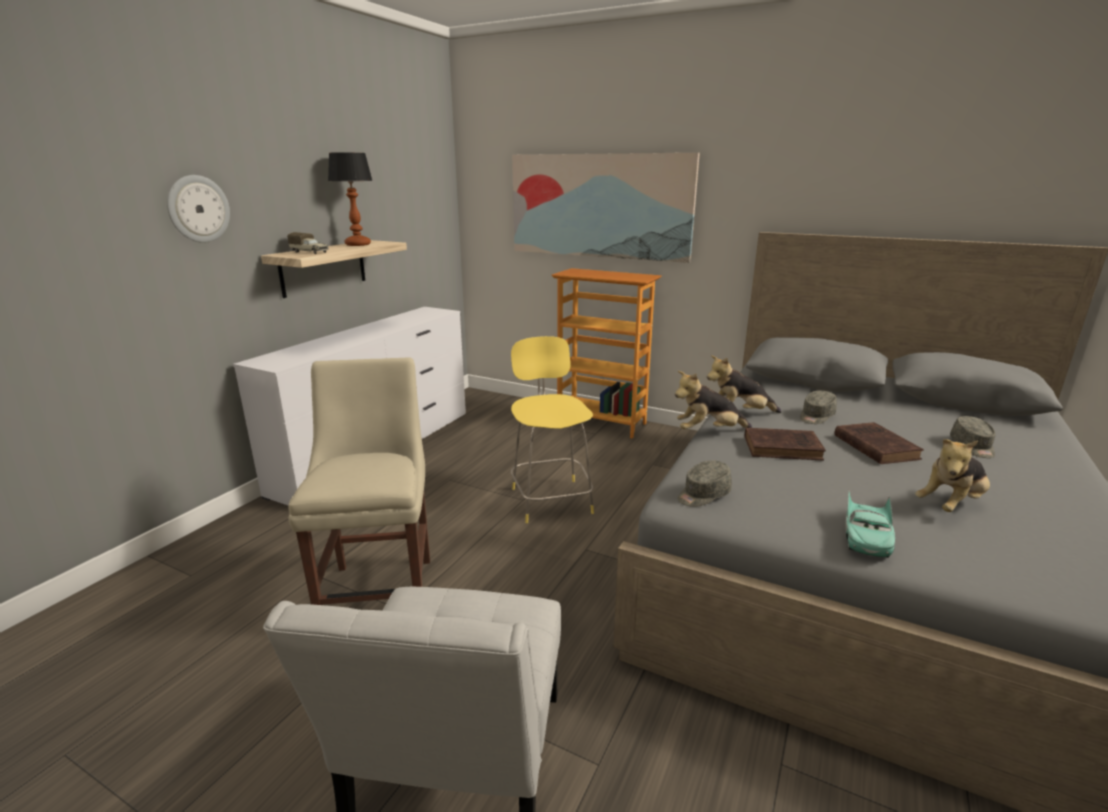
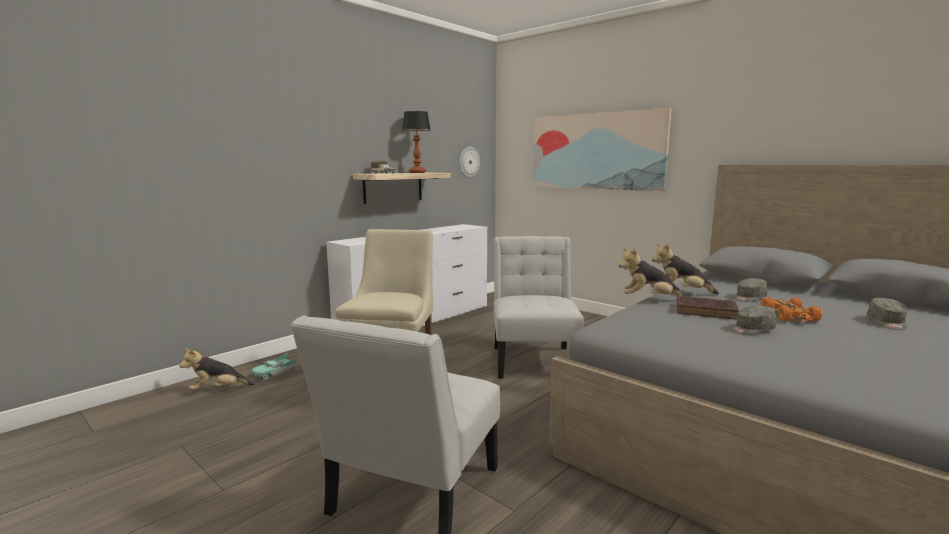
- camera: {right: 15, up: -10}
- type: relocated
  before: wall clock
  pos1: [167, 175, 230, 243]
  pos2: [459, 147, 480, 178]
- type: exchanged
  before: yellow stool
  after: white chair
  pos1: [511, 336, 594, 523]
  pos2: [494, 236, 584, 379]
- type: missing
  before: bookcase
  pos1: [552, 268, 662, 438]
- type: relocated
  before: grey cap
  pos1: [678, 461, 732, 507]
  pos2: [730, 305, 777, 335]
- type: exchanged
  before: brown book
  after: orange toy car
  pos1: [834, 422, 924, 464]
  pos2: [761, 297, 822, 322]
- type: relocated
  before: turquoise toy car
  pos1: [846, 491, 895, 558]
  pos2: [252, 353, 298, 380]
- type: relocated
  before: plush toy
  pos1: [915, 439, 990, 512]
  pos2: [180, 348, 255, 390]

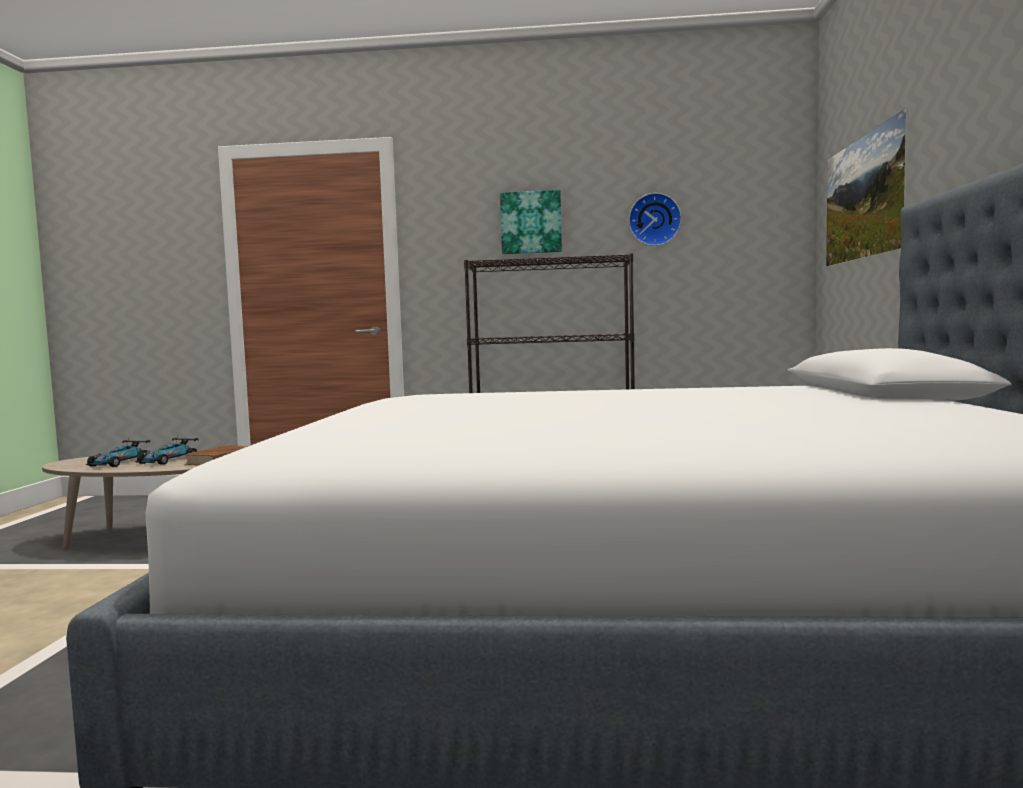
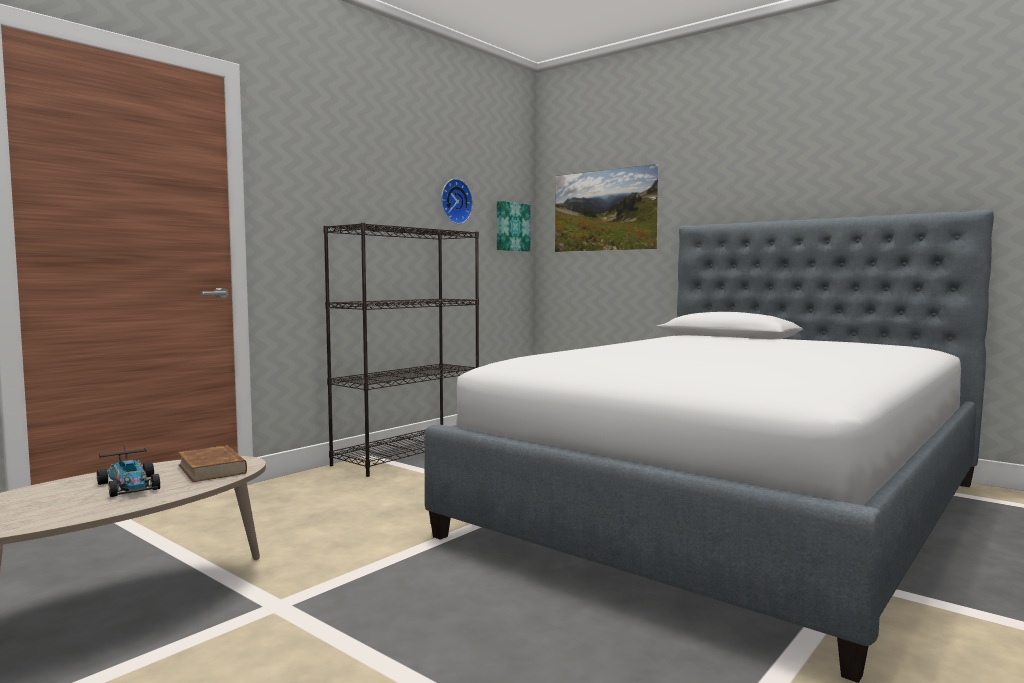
- camera: {right: -55, up: 0}
- type: missing
  before: toy car
  pos1: [86, 435, 150, 467]
- type: relocated
  before: picture
  pos1: [500, 190, 562, 254]
  pos2: [497, 201, 530, 252]

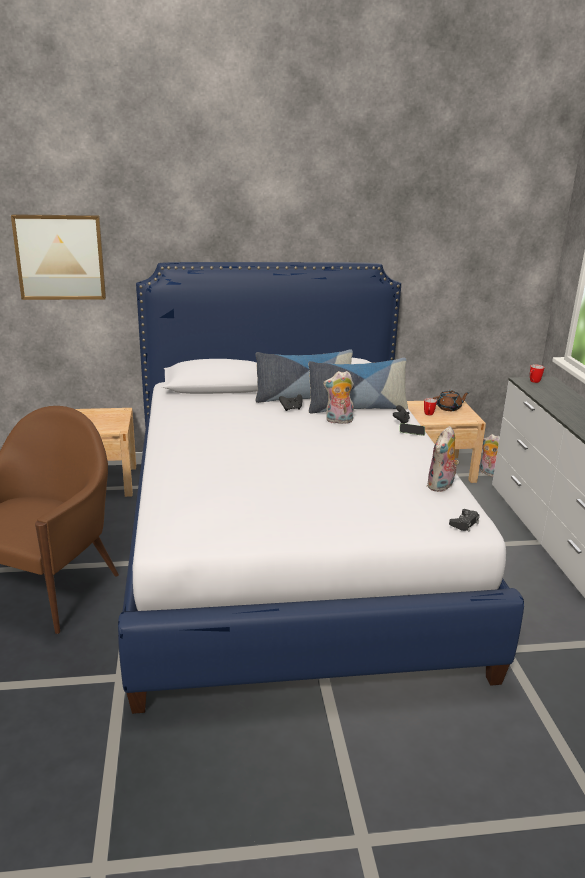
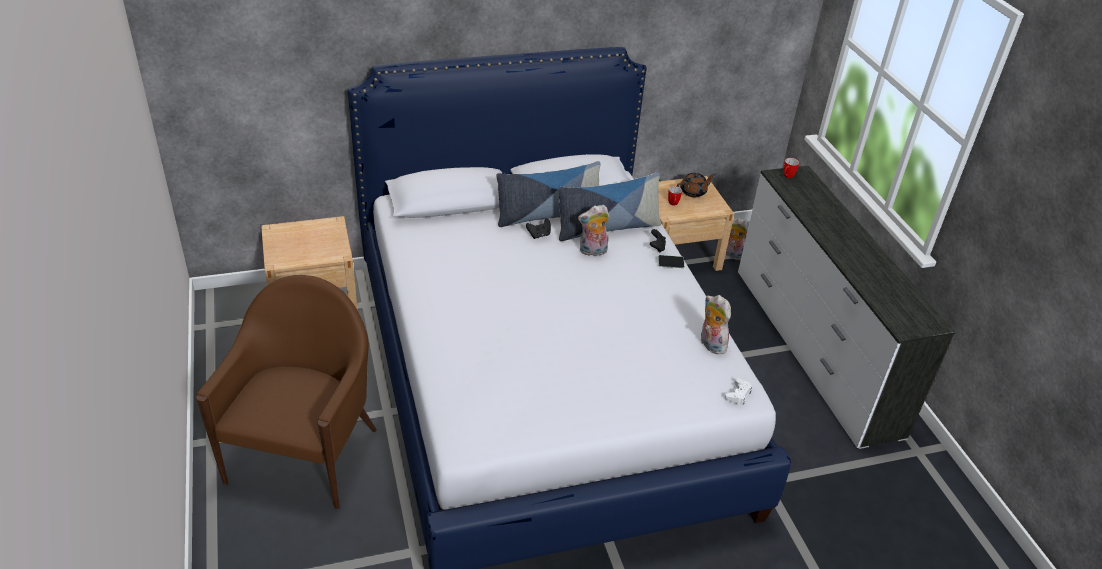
- camera: {right: -10, up: 15}
- type: missing
  before: picture
  pos1: [11, 214, 106, 300]
- type: spun
  before: plush toy
  pos1: [427, 426, 459, 492]
  pos2: [701, 295, 731, 354]
  turn: 120
- type: colour
  before: black game controller
  after: white game controller
  pos1: [449, 509, 480, 532]
  pos2: [725, 378, 752, 405]

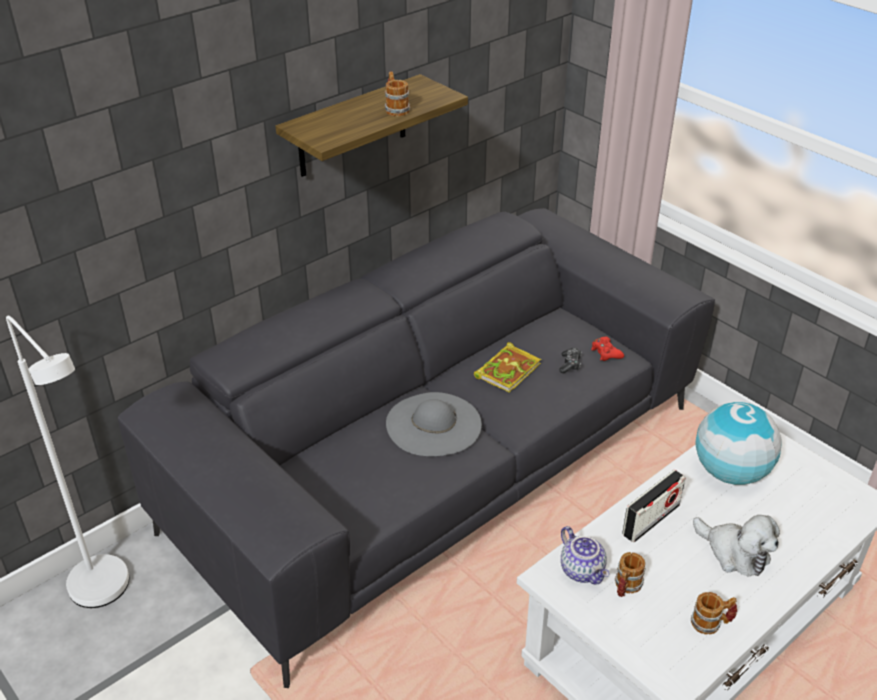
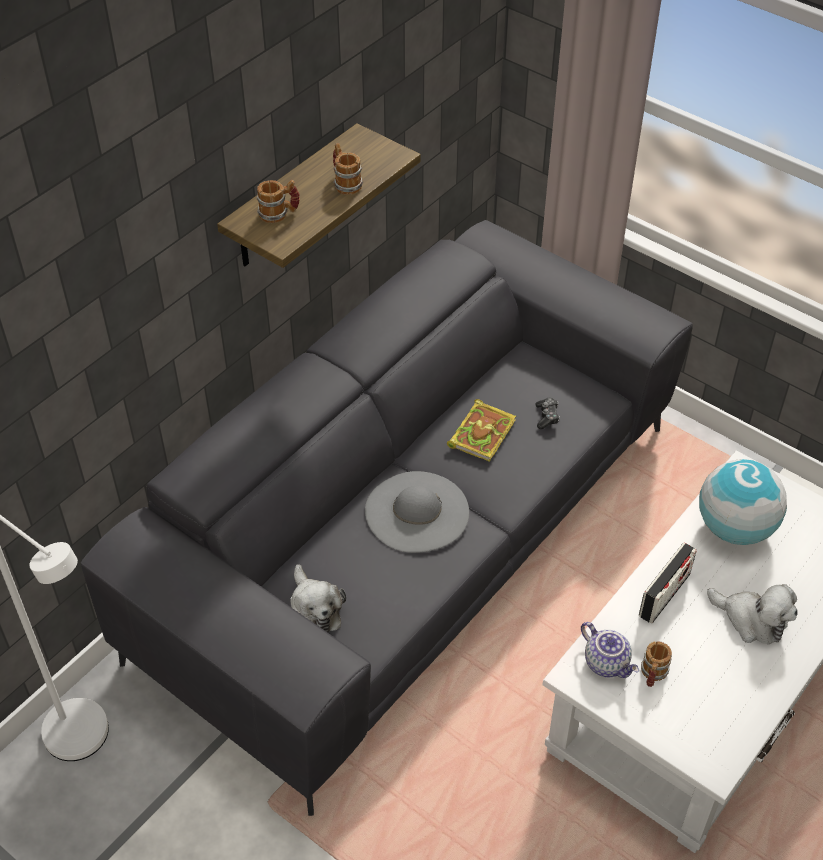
- camera: {right: -10, up: 10}
- type: missing
  before: red game controller
  pos1: [591, 337, 624, 361]
- type: relocated
  before: mug
  pos1: [691, 592, 737, 635]
  pos2: [256, 180, 300, 223]
- type: appeared
  after: plush toy
  pos2: [290, 564, 346, 633]

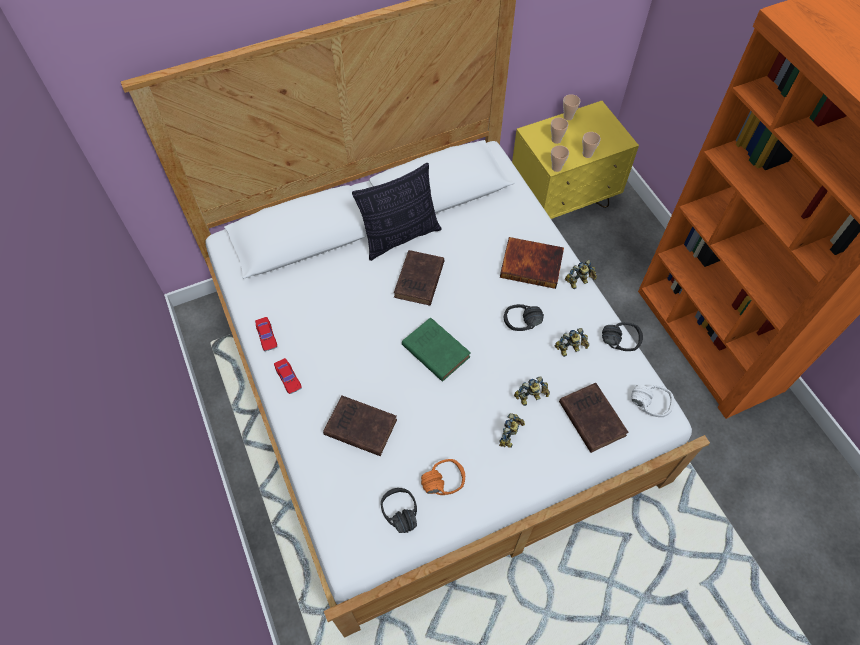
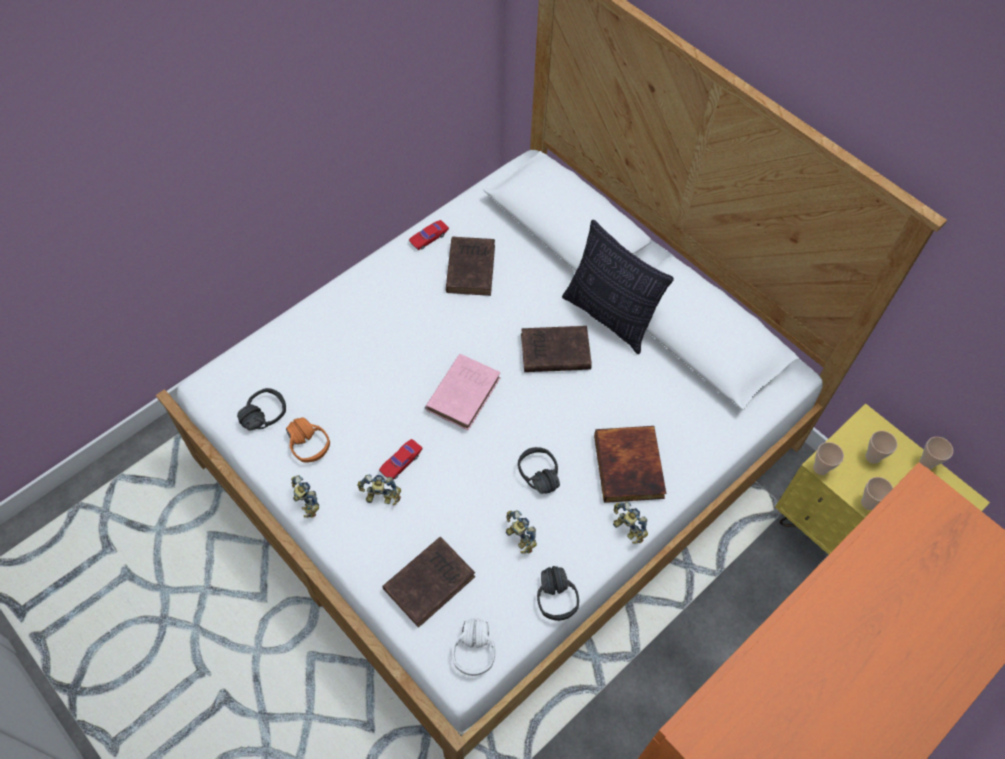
- camera: {right: 70, up: 0}
- type: relocated
  before: red toy car
  pos1: [274, 358, 302, 394]
  pos2: [379, 439, 422, 479]
- type: relocated
  before: brown book
  pos1: [323, 396, 397, 456]
  pos2: [446, 237, 495, 296]
- type: colour
  before: green book
  after: pink book
  pos1: [402, 317, 471, 382]
  pos2: [425, 354, 501, 430]
- type: relocated
  before: toy robot
  pos1: [514, 376, 550, 406]
  pos2: [291, 475, 319, 518]

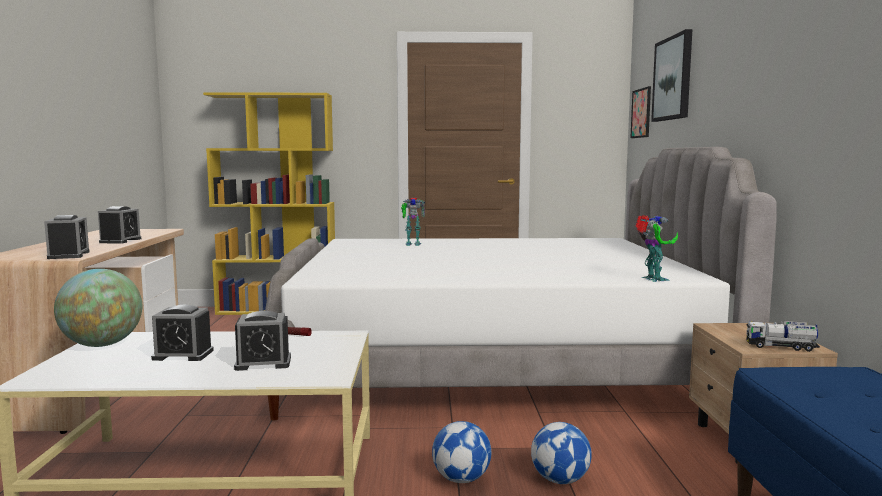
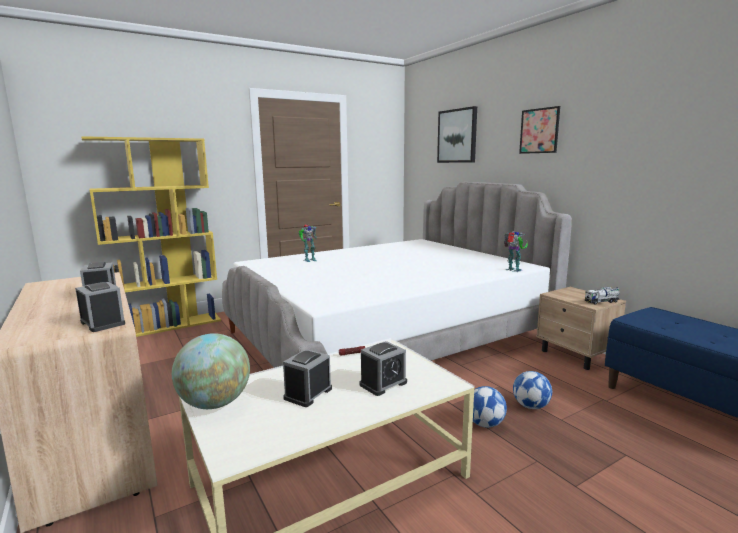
- camera: {right: -30, up: 5}
- type: spun
  before: alarm clock
  pos1: [151, 305, 214, 361]
  pos2: [283, 349, 332, 407]
  turn: 150
- type: relocated
  before: picture
  pos1: [630, 86, 651, 138]
  pos2: [519, 106, 560, 154]

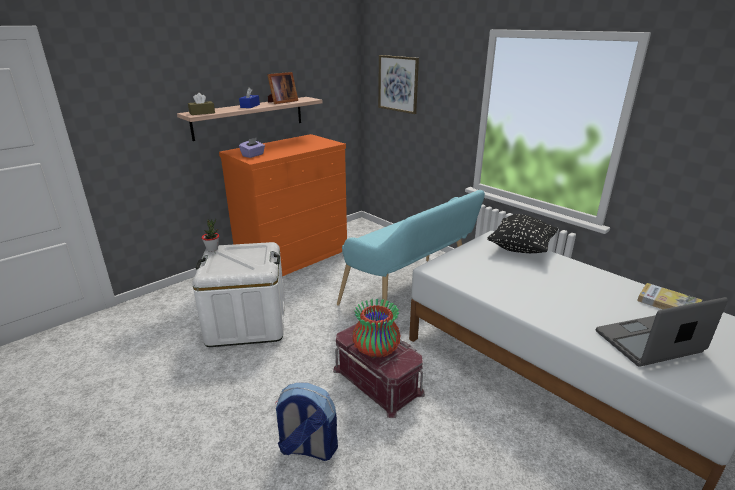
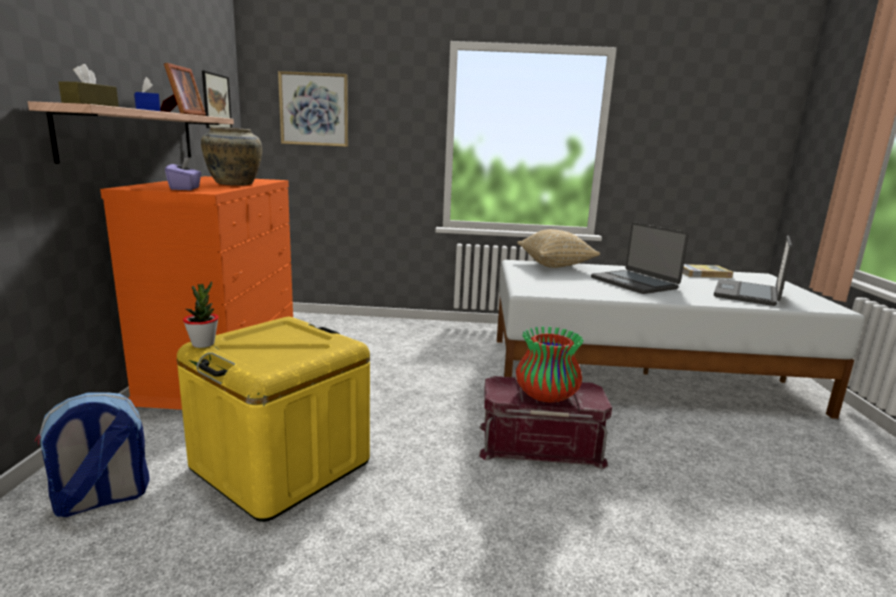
- camera: {right: -45, up: -10}
- type: colour
  before: white storage box
  after: yellow storage box
  pos1: [192, 242, 285, 347]
  pos2: [177, 317, 370, 522]
- type: relocated
  before: backpack
  pos1: [275, 383, 338, 461]
  pos2: [35, 392, 150, 517]
- type: missing
  before: turquoise bench
  pos1: [337, 190, 485, 318]
- type: colour
  before: black pillow
  after: beige pillow
  pos1: [487, 214, 558, 253]
  pos2: [517, 229, 600, 268]
- type: appeared
  after: beige vase
  pos2: [201, 127, 262, 186]
- type: appeared
  after: picture
  pos2: [202, 70, 232, 128]
- type: appeared
  after: laptop
  pos2: [591, 222, 689, 294]

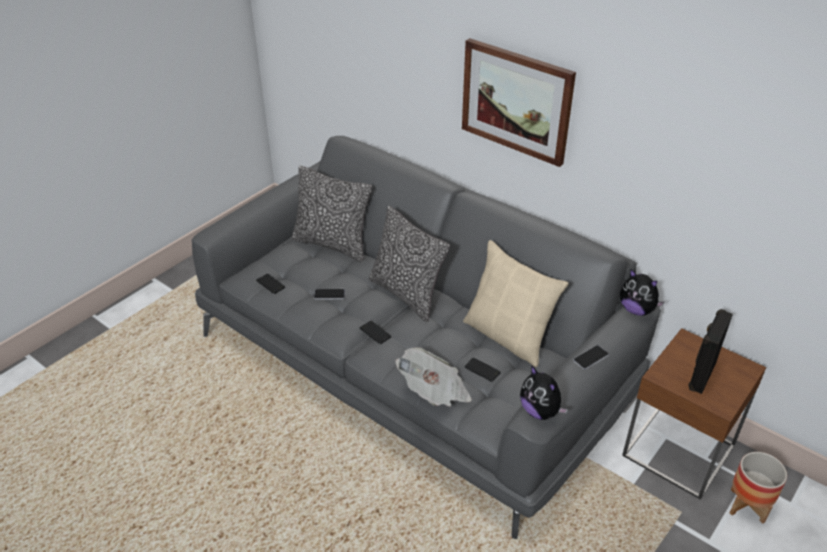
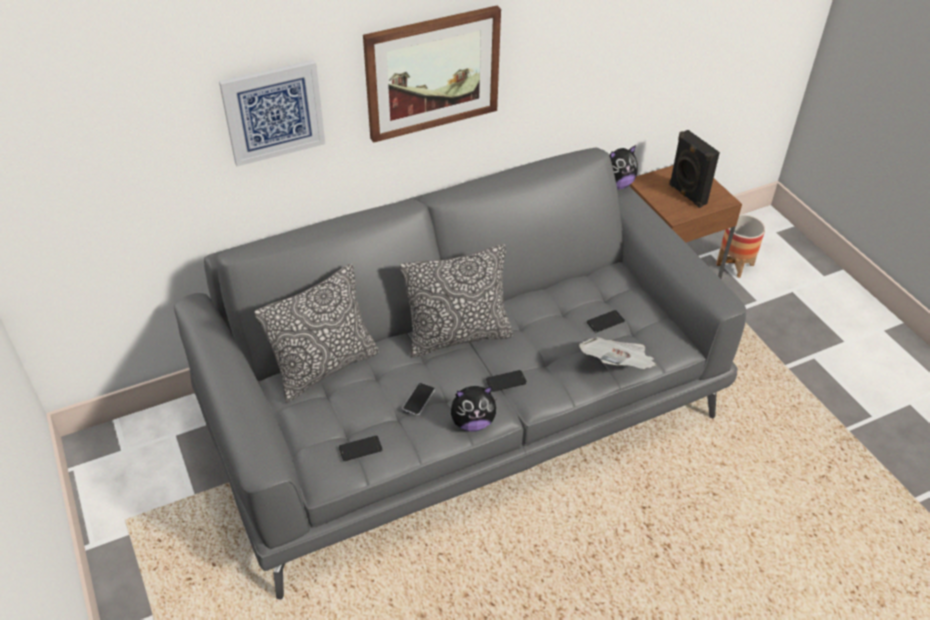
- camera: {right: -65, up: 5}
- type: missing
  before: beige pillow
  pos1: [463, 240, 569, 367]
- type: relocated
  before: plush toy
  pos1: [520, 365, 568, 420]
  pos2: [451, 386, 497, 431]
- type: missing
  before: phone
  pos1: [573, 345, 609, 370]
- type: appeared
  after: picture
  pos2: [219, 60, 325, 166]

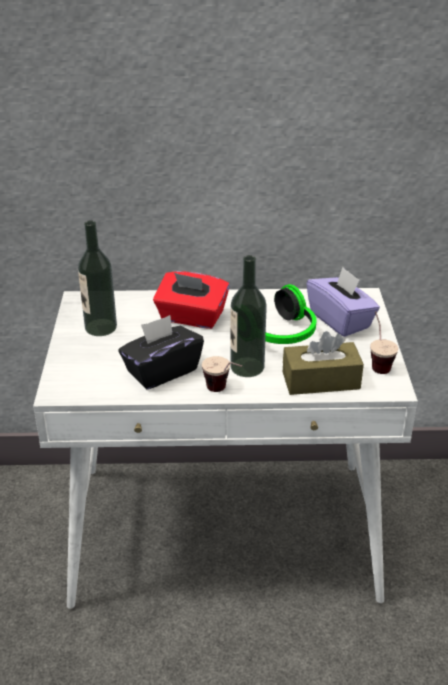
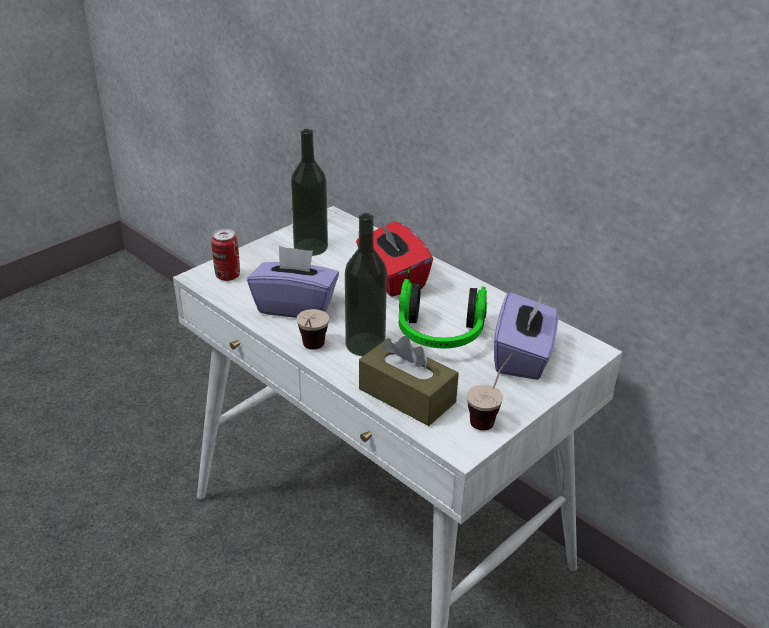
- camera: {right: 45, up: 0}
- type: colour
  before: black tissue box
  after: purple tissue box
  pos1: [119, 315, 204, 389]
  pos2: [247, 246, 339, 318]
- type: appeared
  after: can
  pos2: [211, 229, 240, 281]

